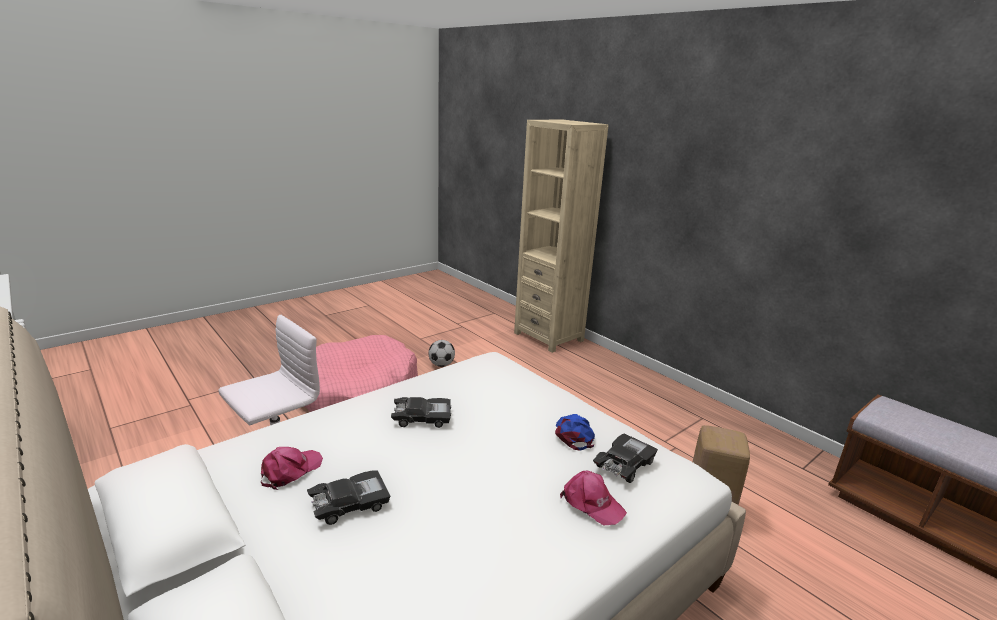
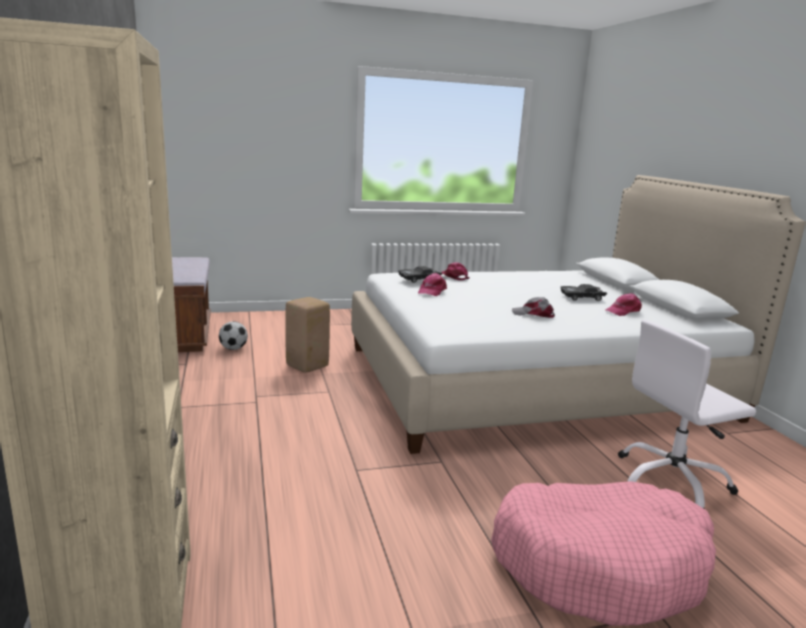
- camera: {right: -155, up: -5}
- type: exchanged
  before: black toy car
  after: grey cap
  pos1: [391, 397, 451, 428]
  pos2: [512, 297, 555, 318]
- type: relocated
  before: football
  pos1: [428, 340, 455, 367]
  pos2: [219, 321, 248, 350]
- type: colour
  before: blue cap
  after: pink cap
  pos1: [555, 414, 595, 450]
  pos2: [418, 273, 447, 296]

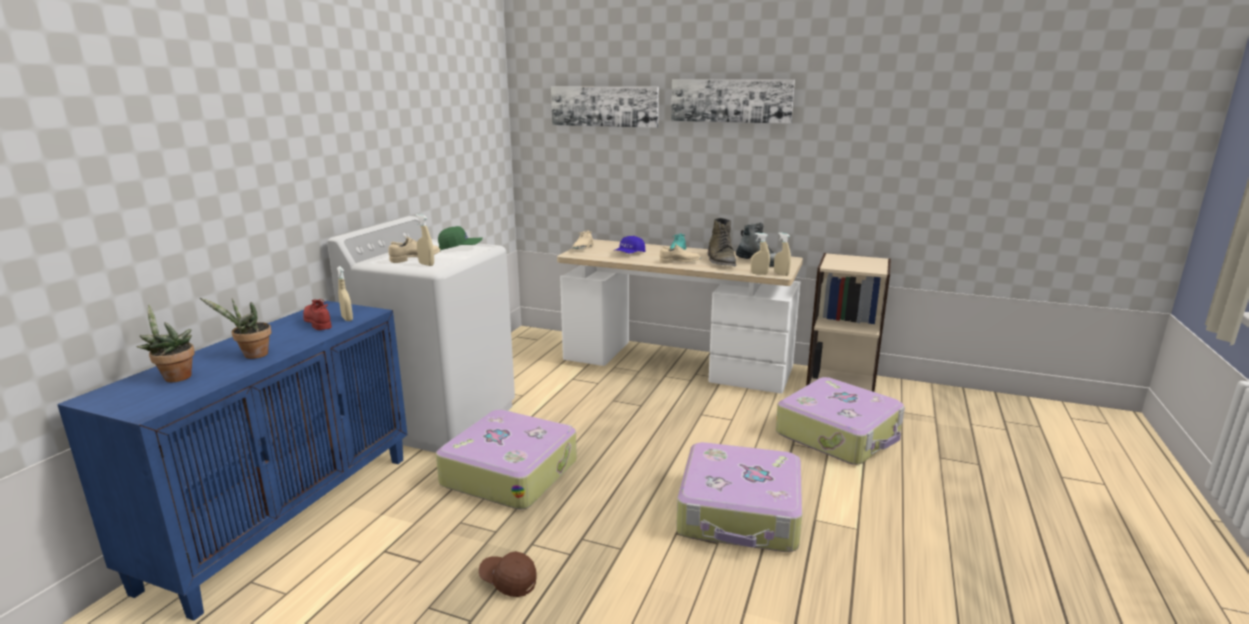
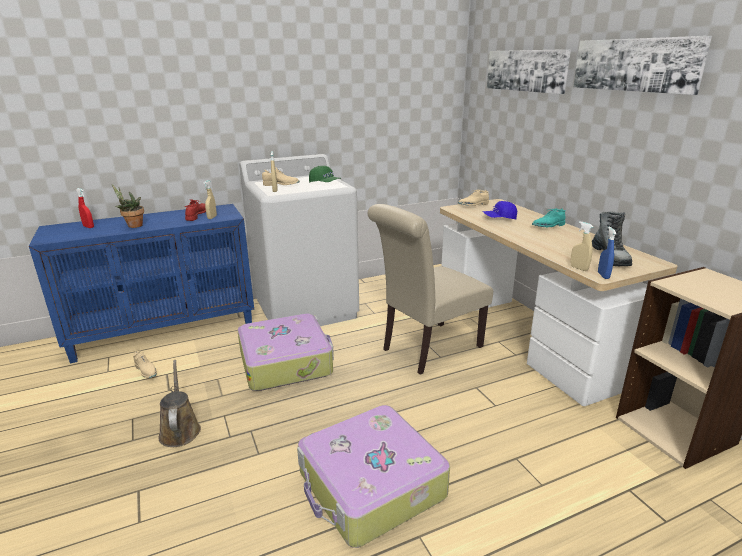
- camera: {right: 45, up: 5}
- type: exchanged
  before: potted plant
  after: red spray bottle
  pos1: [136, 304, 195, 382]
  pos2: [76, 188, 94, 228]
- type: exchanged
  before: brown cap
  after: brown watering can
  pos1: [479, 551, 537, 597]
  pos2: [159, 360, 201, 447]
- type: relocated
  before: beige shoe
  pos1: [660, 243, 701, 263]
  pos2: [133, 351, 157, 378]
- type: missing
  before: green boot
  pos1: [708, 218, 736, 266]
- type: colour
  before: beige spray bottle
  after: blue spray bottle
  pos1: [774, 233, 791, 276]
  pos2: [598, 227, 616, 279]
- type: missing
  before: suitcase
  pos1: [776, 377, 905, 465]
- type: appeared
  after: beige chair
  pos2: [368, 204, 493, 375]

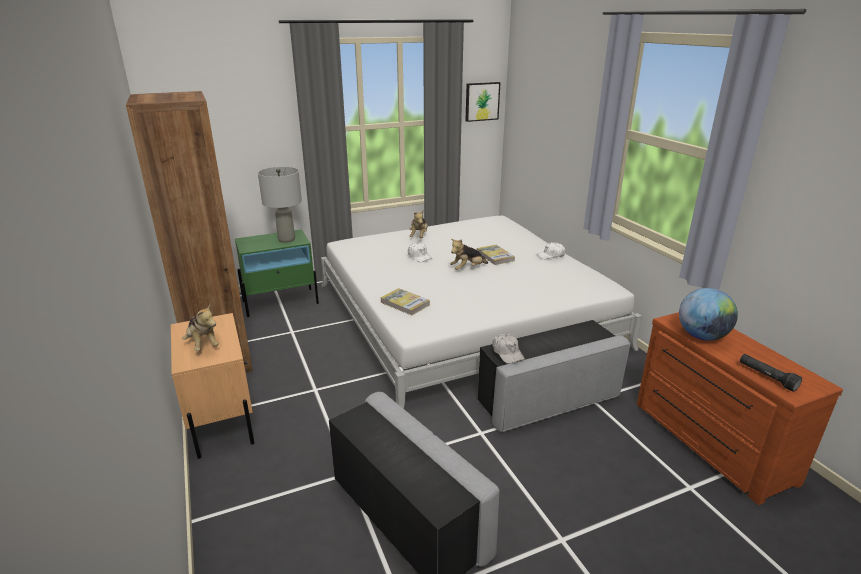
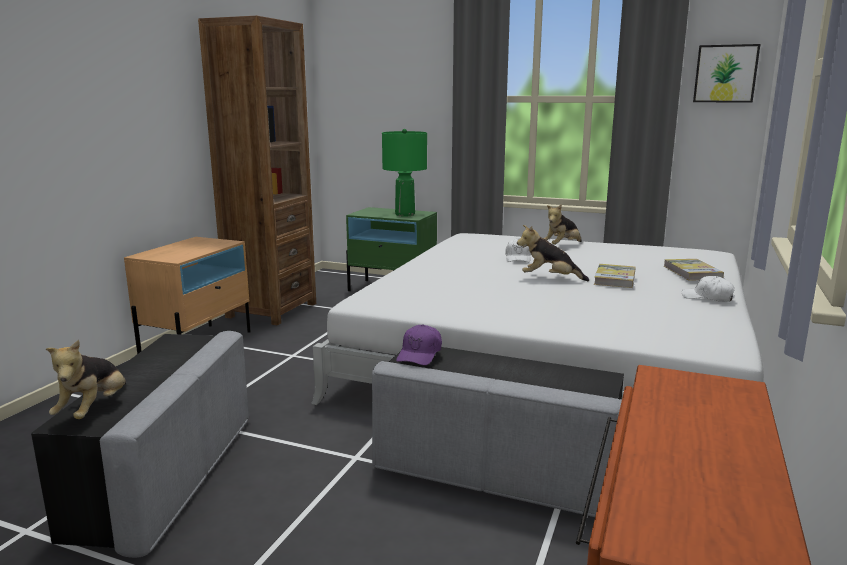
- camera: {right: 45, up: -10}
- type: relocated
  before: plush toy
  pos1: [182, 304, 219, 351]
  pos2: [46, 340, 126, 419]
- type: colour
  before: grey table lamp
  after: green table lamp
  pos1: [258, 167, 302, 243]
  pos2: [382, 129, 427, 217]
- type: relocated
  before: book
  pos1: [380, 288, 430, 316]
  pos2: [664, 259, 724, 281]
- type: colour
  before: white cap
  after: purple cap
  pos1: [493, 333, 525, 364]
  pos2: [396, 324, 442, 365]
- type: missing
  before: globe
  pos1: [679, 288, 738, 340]
- type: missing
  before: black flashlight
  pos1: [740, 354, 802, 392]

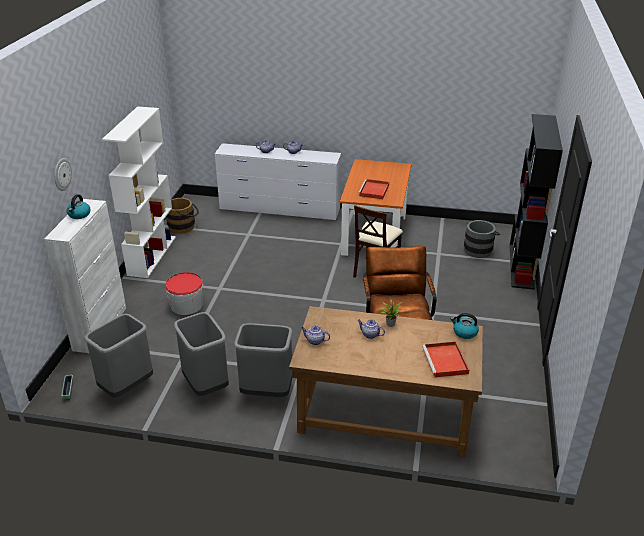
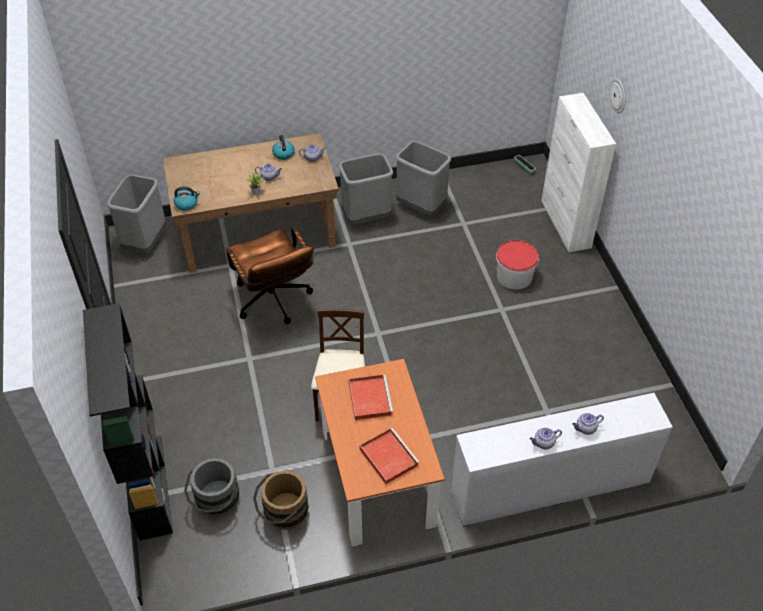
- camera: {right: 155, up: 15}
- type: relocated
  before: kettle
  pos1: [67, 194, 90, 219]
  pos2: [272, 135, 295, 160]
- type: relocated
  before: grey trash can
  pos1: [84, 314, 153, 398]
  pos2: [107, 174, 166, 253]
- type: missing
  before: white bookcase
  pos1: [102, 106, 176, 278]
- type: relocated
  before: brown bucket
  pos1: [166, 198, 199, 234]
  pos2: [253, 471, 309, 530]
- type: relocated
  before: red tray
  pos1: [422, 342, 469, 378]
  pos2: [359, 428, 420, 484]

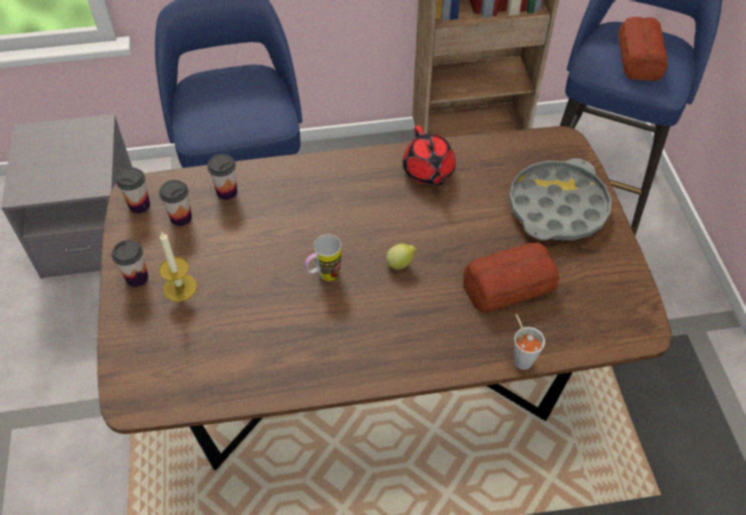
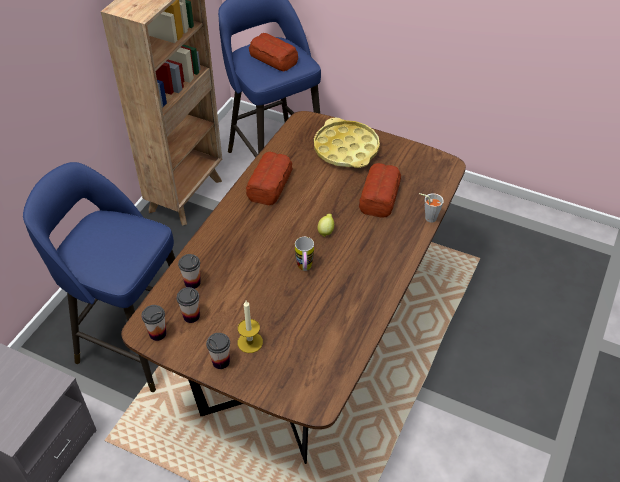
- camera: {right: -55, up: -5}
- type: exchanged
  before: red teapot
  after: bread
  pos1: [403, 125, 456, 185]
  pos2: [246, 152, 293, 205]
- type: colour
  before: grey tray
  after: yellow tray
  pos1: [509, 158, 612, 241]
  pos2: [314, 118, 380, 168]

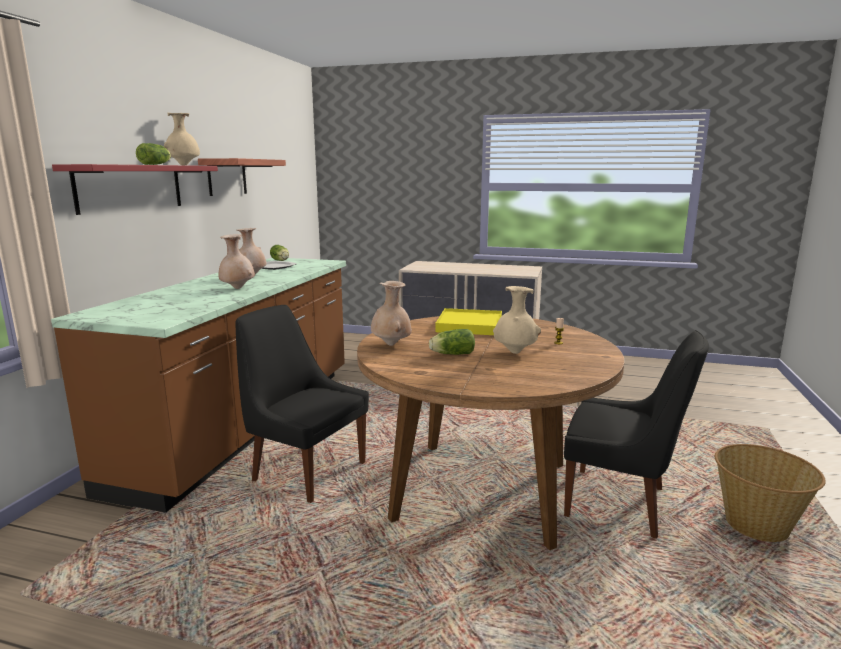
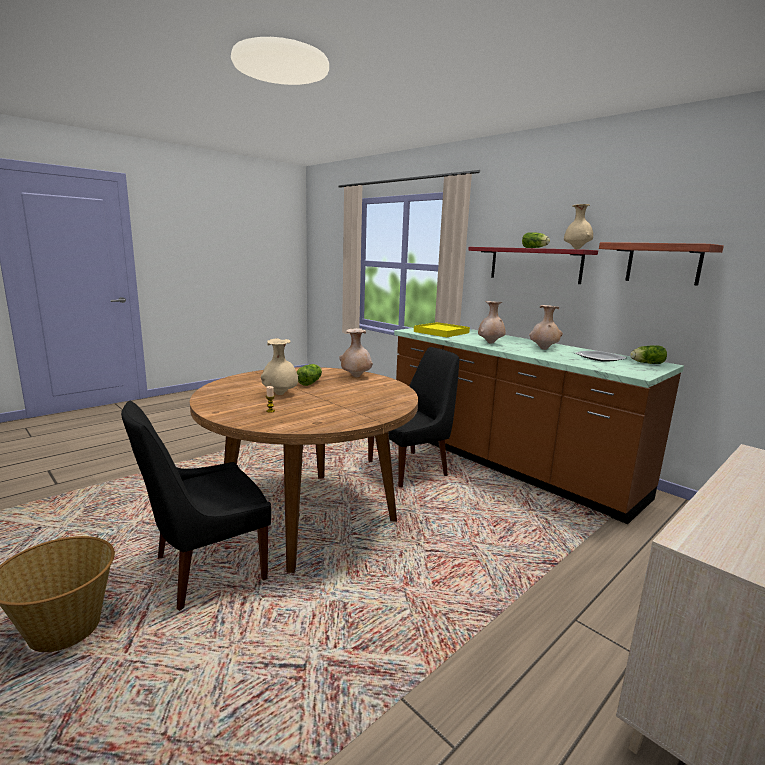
- camera: {right: 120, up: 0}
- type: relocated
  before: yellow tray
  pos1: [435, 308, 502, 335]
  pos2: [414, 322, 470, 337]

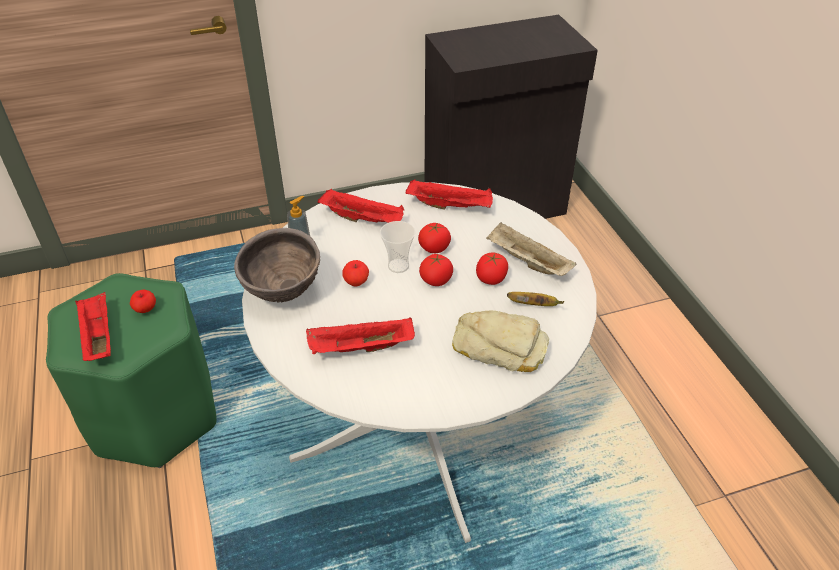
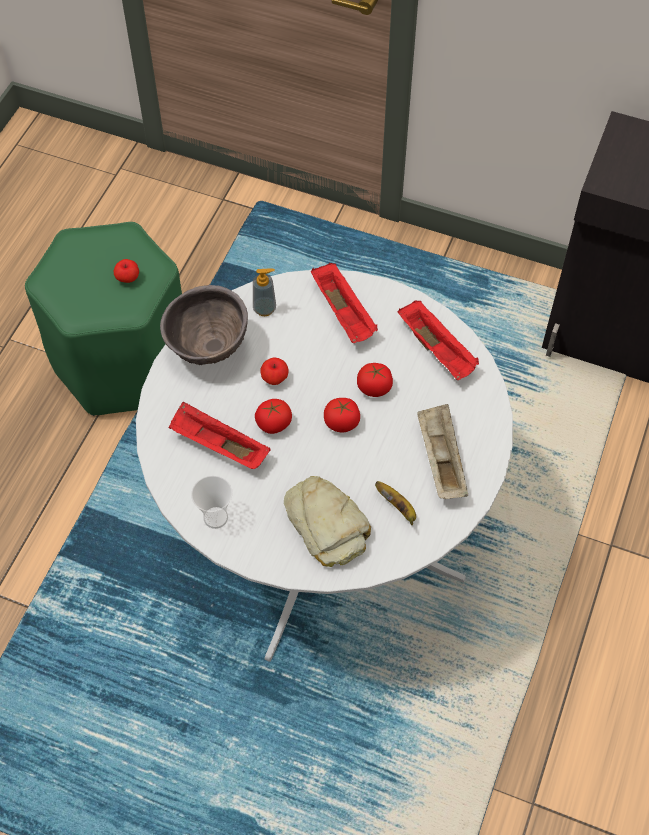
- camera: {right: 40, up: 15}
- type: missing
  before: red tray
  pos1: [75, 292, 111, 361]
- type: relocated
  before: cup
  pos1: [380, 221, 416, 273]
  pos2: [191, 476, 233, 529]
- type: relocated
  before: tomato
  pos1: [476, 253, 508, 285]
  pos2: [255, 399, 292, 434]

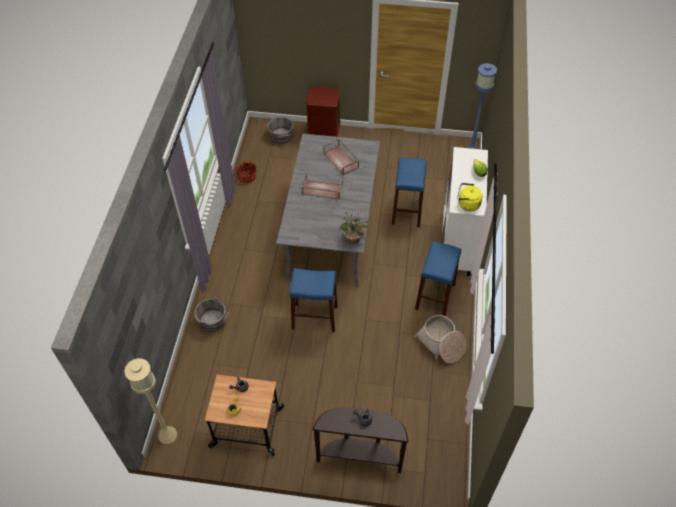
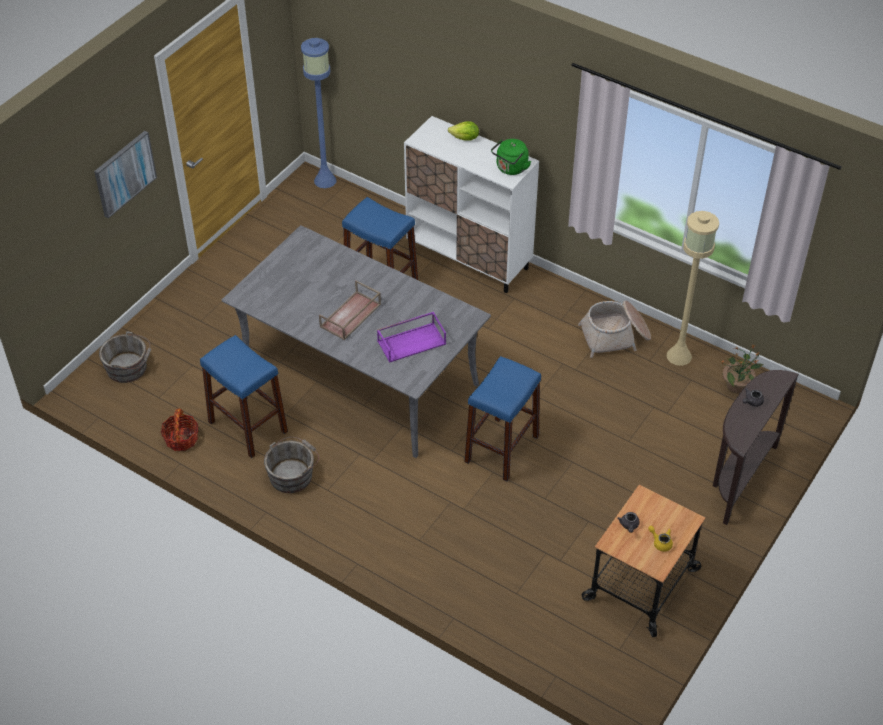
- camera: {right: -65, up: -5}
- type: relocated
  before: beige floor lamp
  pos1: [124, 358, 177, 444]
  pos2: [667, 211, 719, 366]
- type: relocated
  before: grey bucket
  pos1: [194, 297, 229, 332]
  pos2: [264, 437, 319, 493]
- type: missing
  before: brown nightstand
  pos1: [305, 87, 341, 137]
- type: missing
  before: brown tray
  pos1: [323, 139, 359, 175]
- type: relocated
  before: potted plant
  pos1: [339, 212, 369, 244]
  pos2: [721, 345, 763, 393]
- type: relocated
  before: blue stool
  pos1: [415, 241, 461, 316]
  pos2: [200, 335, 288, 458]
- type: colour
  before: yellow kettle
  after: green kettle
  pos1: [457, 183, 482, 211]
  pos2: [491, 139, 531, 175]
- type: appeared
  after: picture
  pos2: [94, 131, 157, 219]
- type: appeared
  after: purple tray
  pos2: [377, 312, 446, 363]

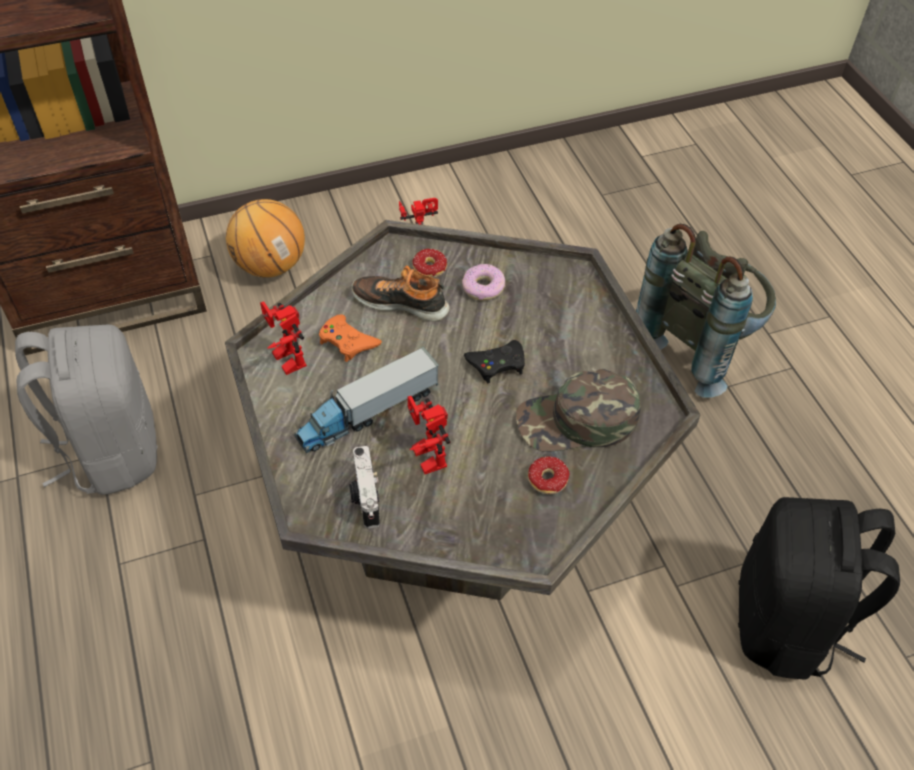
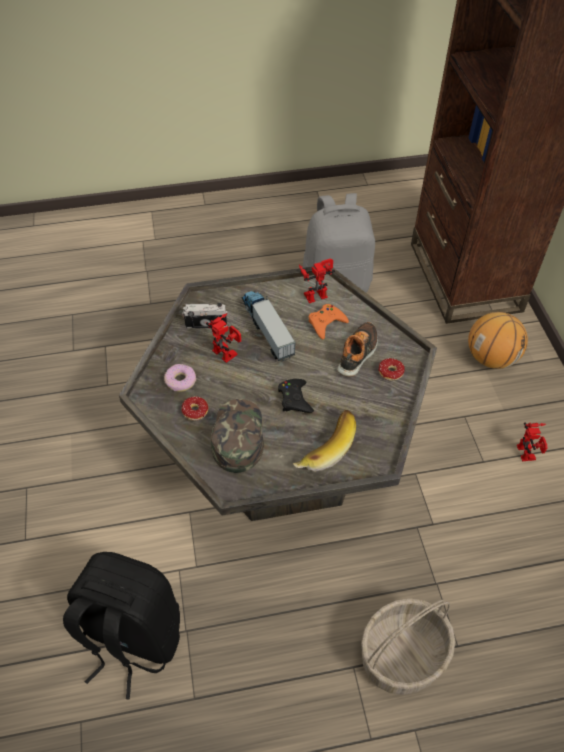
- camera: {right: 100, up: 0}
- type: spun
  before: toy robot
  pos1: [408, 396, 450, 474]
  pos2: [206, 313, 241, 363]
  turn: 60
- type: relocated
  before: donut
  pos1: [462, 264, 505, 301]
  pos2: [164, 364, 196, 392]
- type: exchanged
  before: grey backpack
  after: basket
  pos1: [636, 224, 776, 398]
  pos2: [361, 598, 455, 695]
- type: appeared
  after: banana
  pos2: [292, 410, 356, 472]

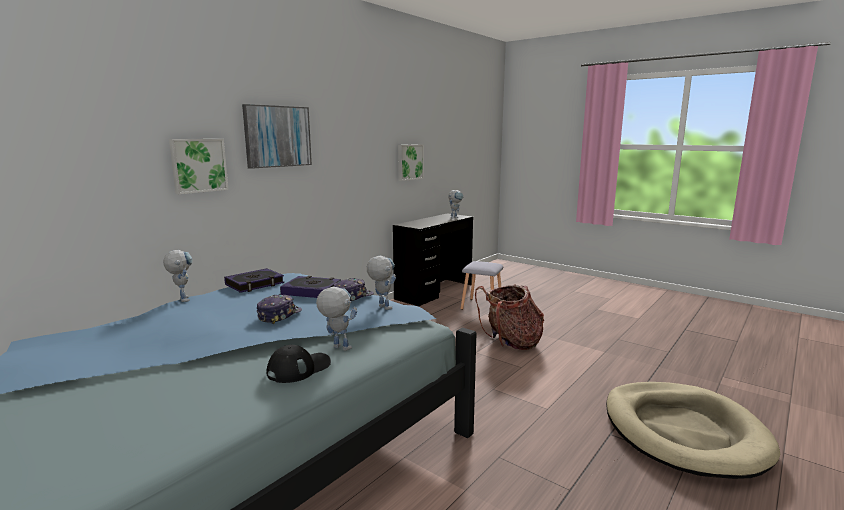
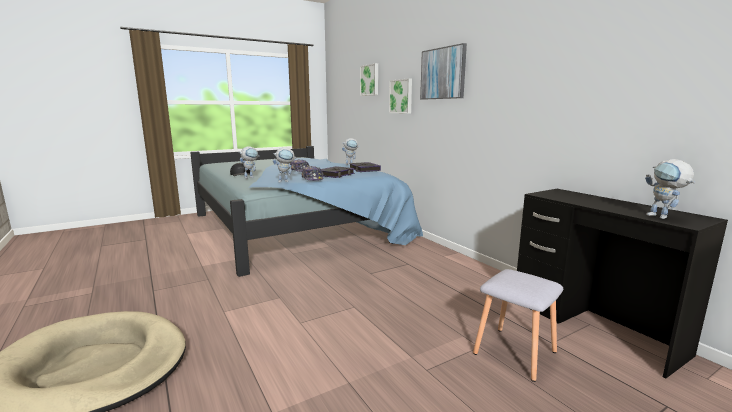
- camera: {right: 110, up: 0}
- type: relocated
  before: picture
  pos1: [398, 144, 424, 181]
  pos2: [360, 63, 378, 96]
- type: missing
  before: backpack
  pos1: [475, 284, 544, 350]

